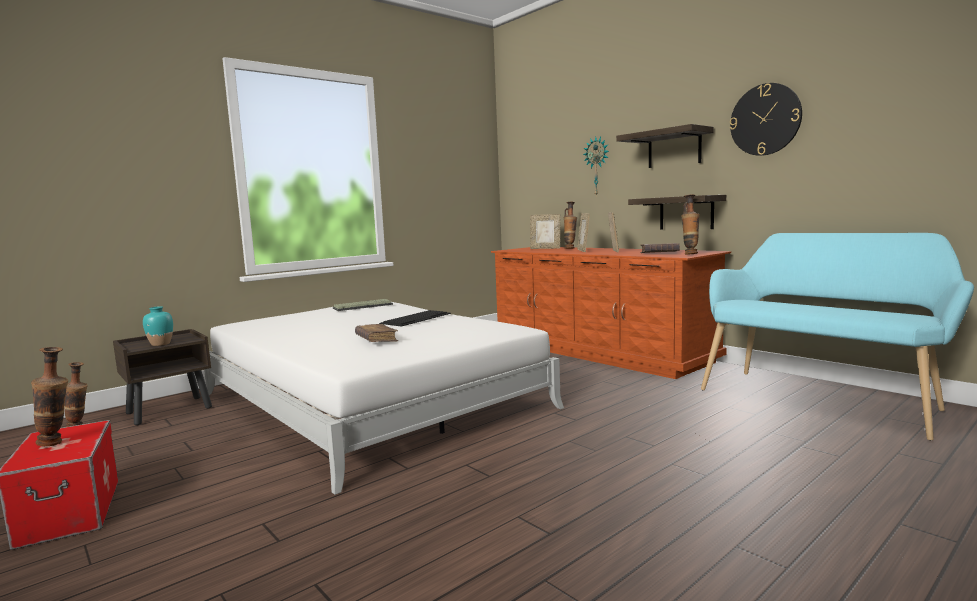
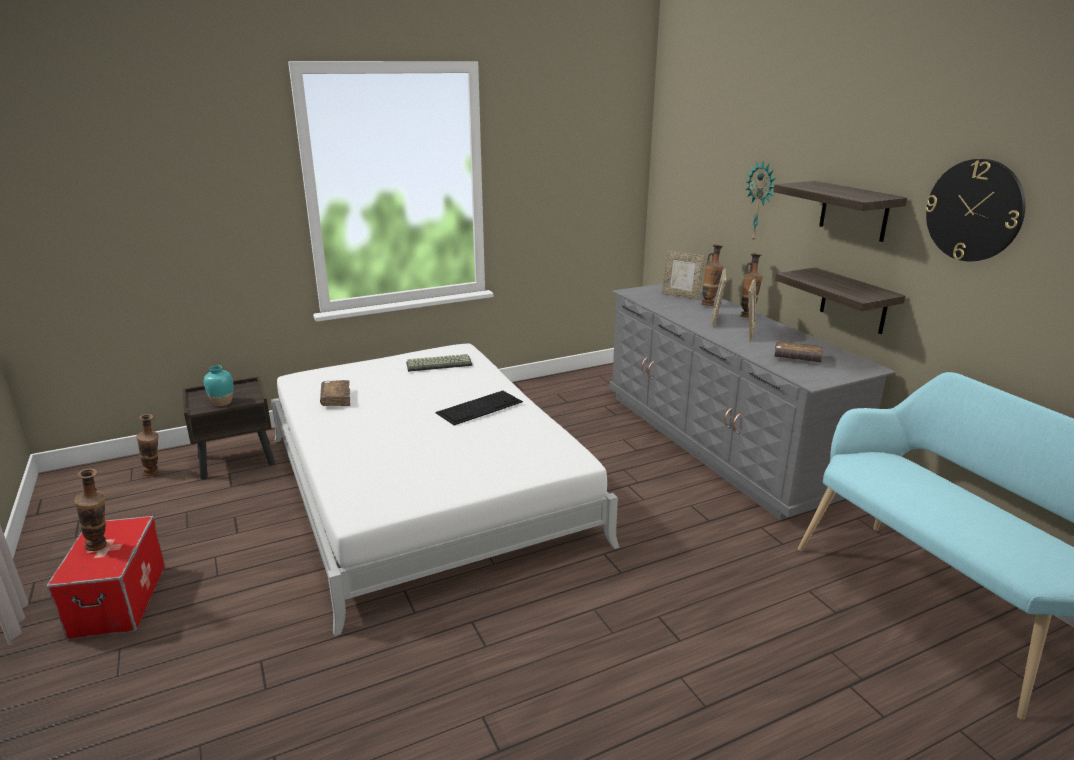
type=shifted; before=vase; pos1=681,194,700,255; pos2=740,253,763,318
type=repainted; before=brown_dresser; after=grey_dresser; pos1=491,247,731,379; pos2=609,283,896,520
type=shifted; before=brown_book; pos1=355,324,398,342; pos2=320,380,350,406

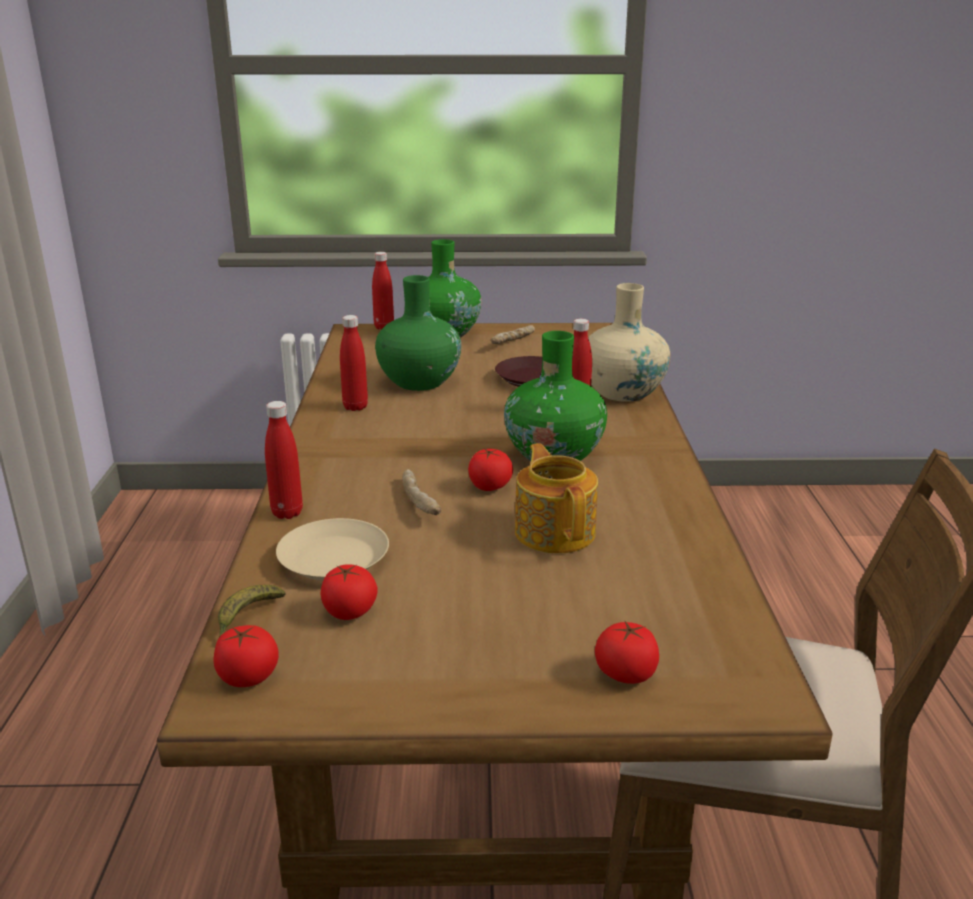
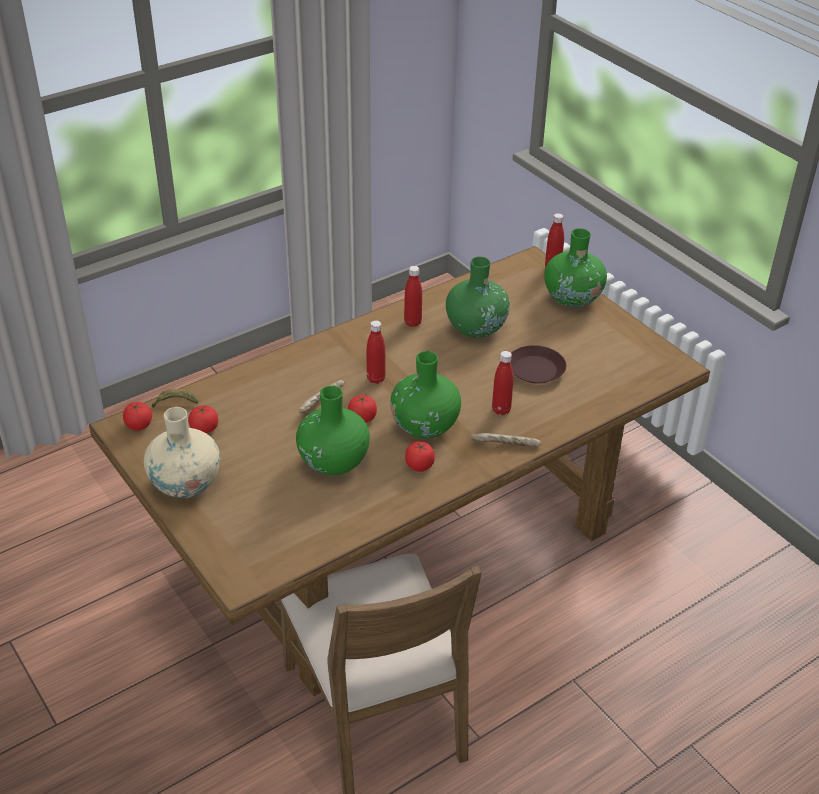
type=shifted; before=beige_vase; pos1=588,283,671,402; pos2=144,407,220,498
type=shifted; before=bread; pos1=491,325,535,344; pos2=470,433,541,446
type=shifted; before=red_bottle; pos1=265,401,303,519; pos2=367,320,386,384
type=swapped; before=teapot; after=green_vase; pos1=515,443,598,554; pos2=296,386,370,475
type=gone; before=beige_plate; pos1=276,518,389,581
type=shifted; before=tomato; pos1=595,621,659,684; pos2=405,441,435,472

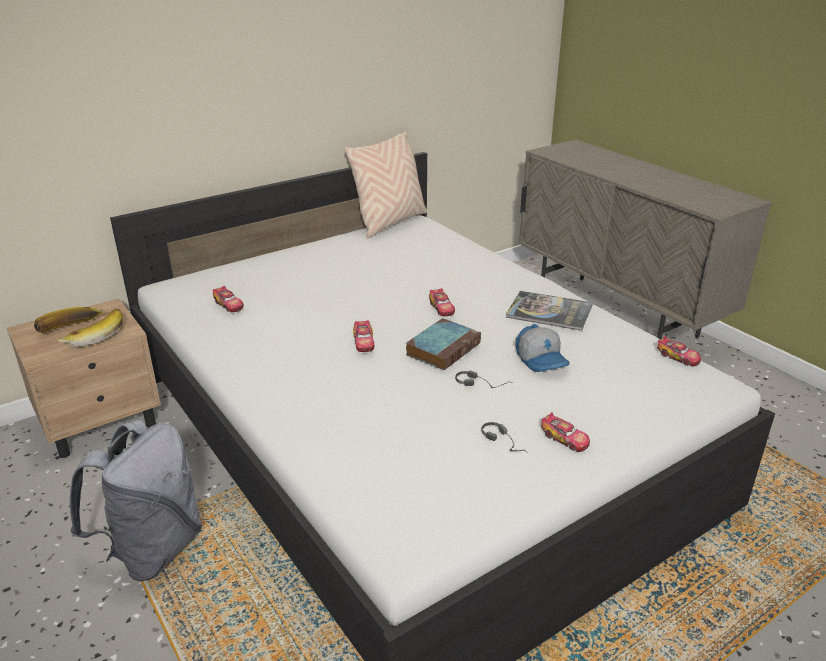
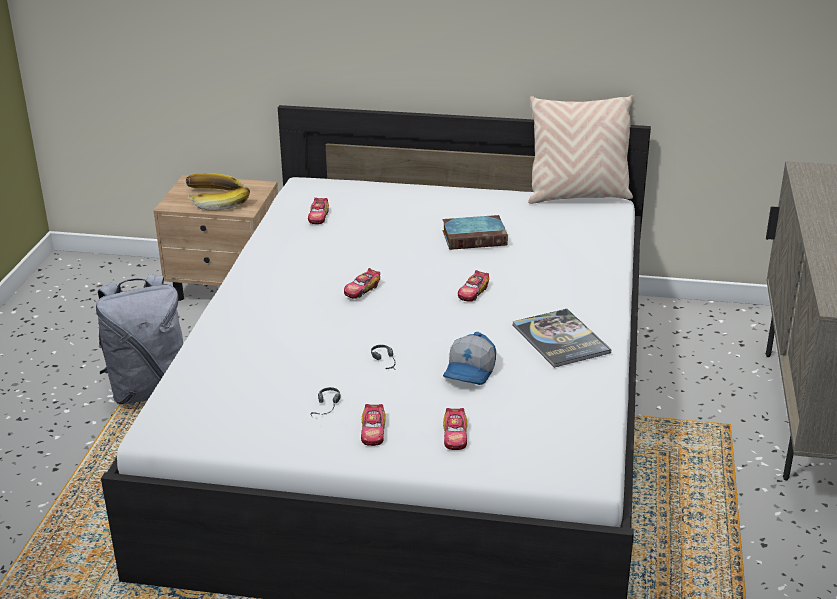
type=shifted; before=book; pos1=406,318,481,370; pos2=442,215,508,250
type=shifted; before=toy_car; pos1=657,336,701,367; pos2=443,408,467,450

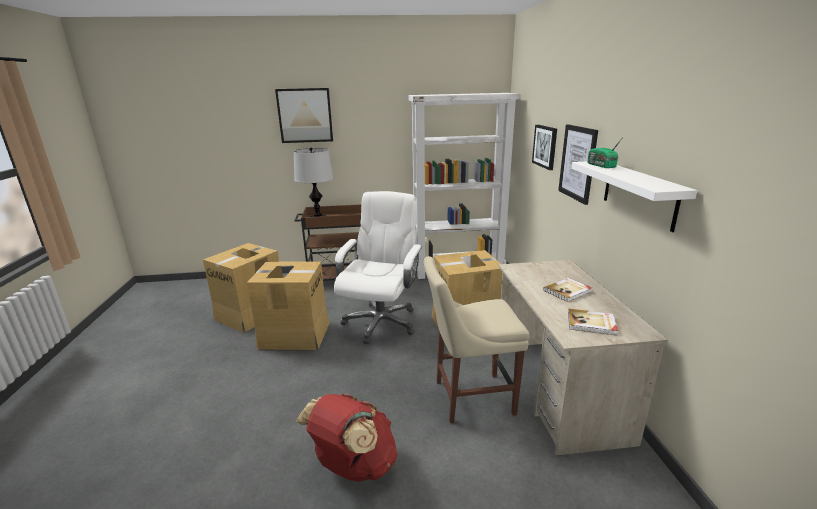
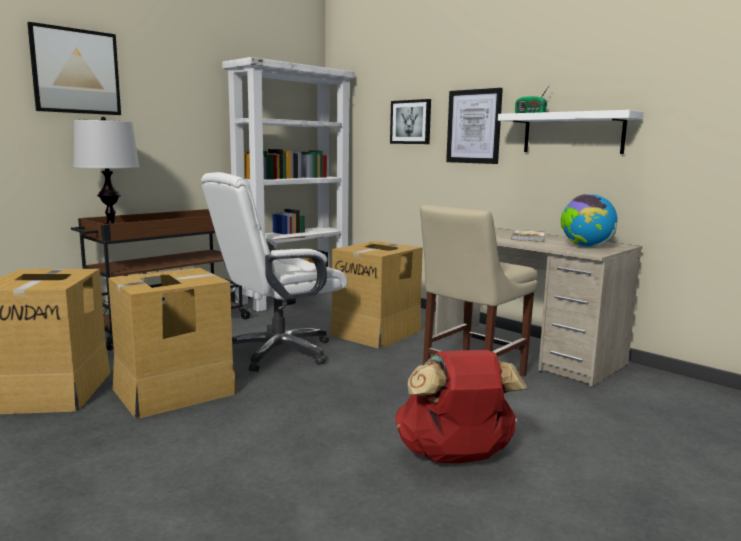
type=rotated; before=white_office_chair; pos1=334,191,422,344; pos2=201,172,348,372; turn=-105
type=swapped; before=book; after=globe; pos1=568,309,618,336; pos2=560,194,617,248

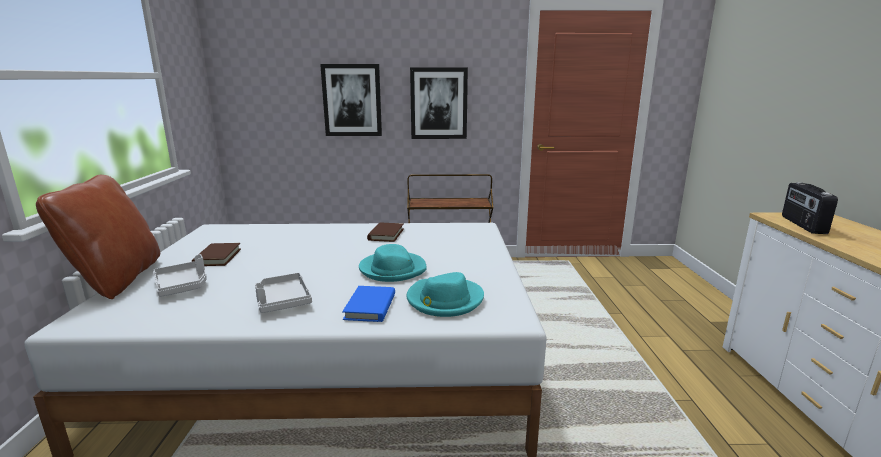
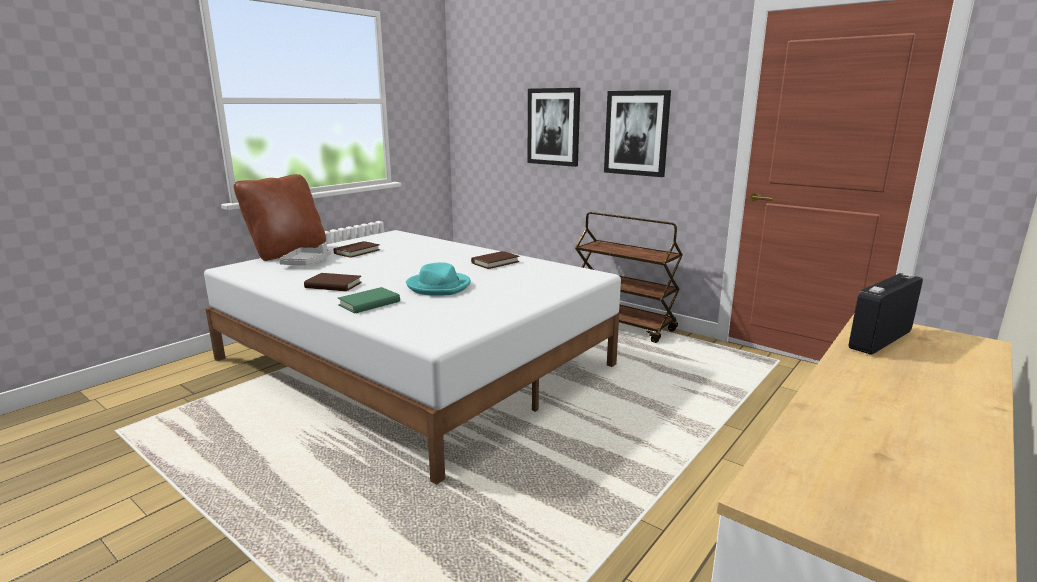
type=gone; before=turquoise_hat; pos1=406,272,484,317
type=swapped; before=grey_tray; after=brown_book; pos1=255,273,312,313; pos2=304,273,362,291
type=repainted; before=blue_book; after=green_book; pos1=342,286,395,322; pos2=338,287,400,313

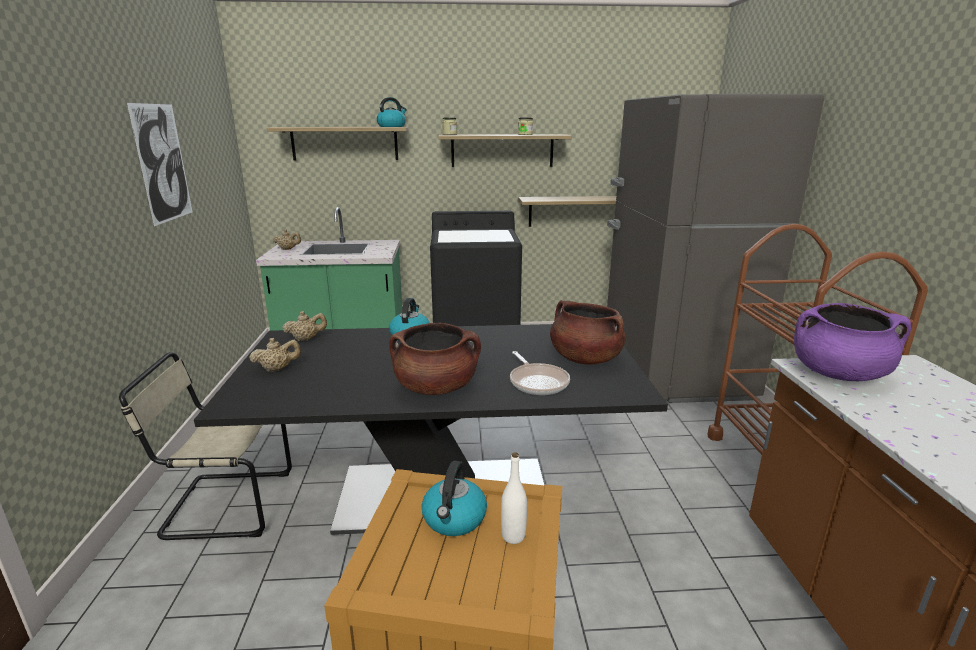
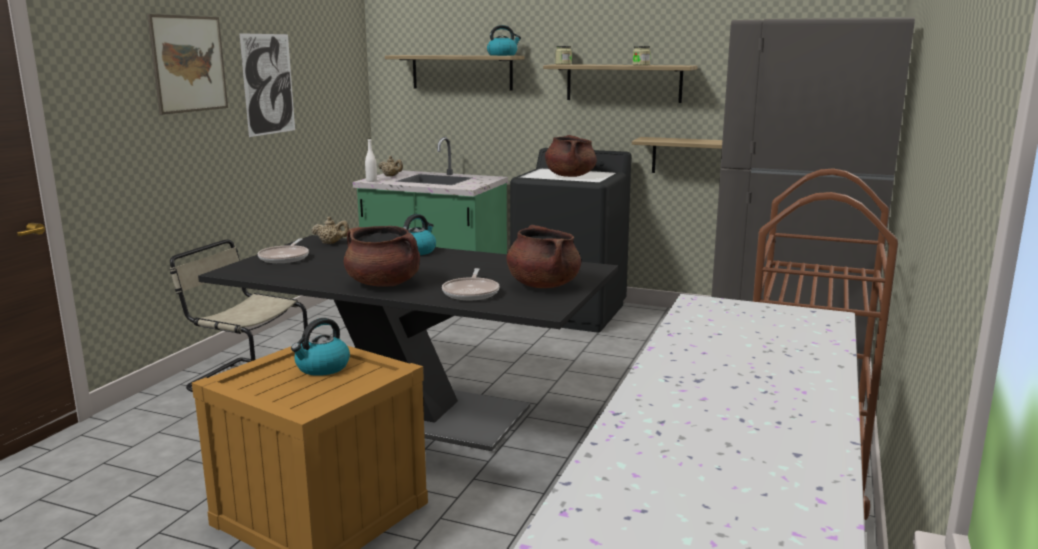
type=gone; before=purple_cooking_pot; pos1=794,303,911,381
type=swapped; before=beige_teapot; after=frying_pan; pos1=249,338,301,372; pos2=258,238,309,263
type=shifted; before=white_bottle; pos1=501,452,527,544; pos2=365,138,377,182
type=new; after=picture; pos2=147,14,228,115
type=new; after=brown_cooking_pot; pos2=545,135,597,177

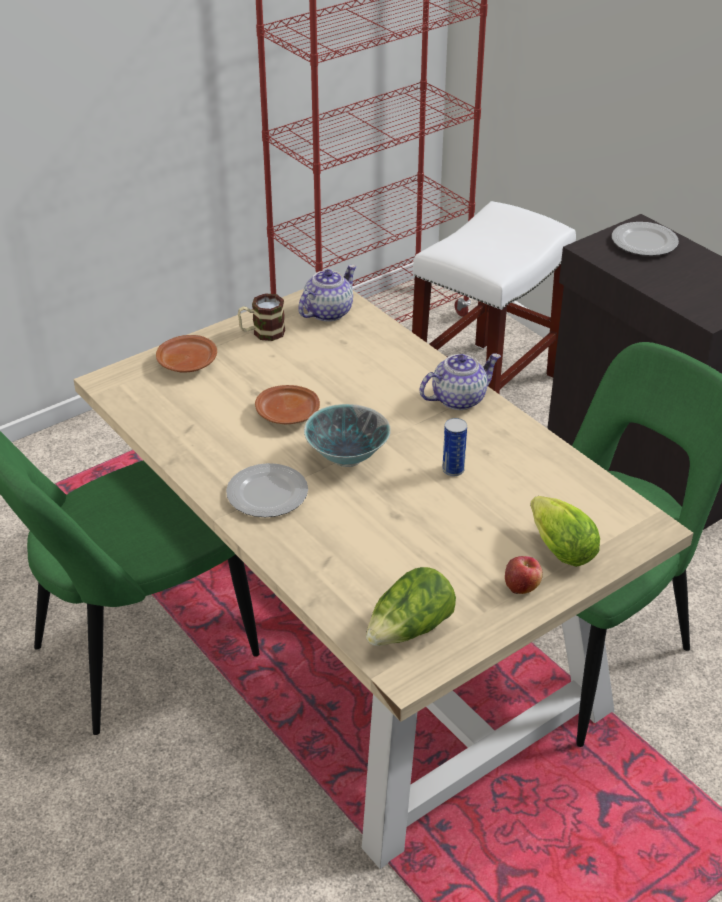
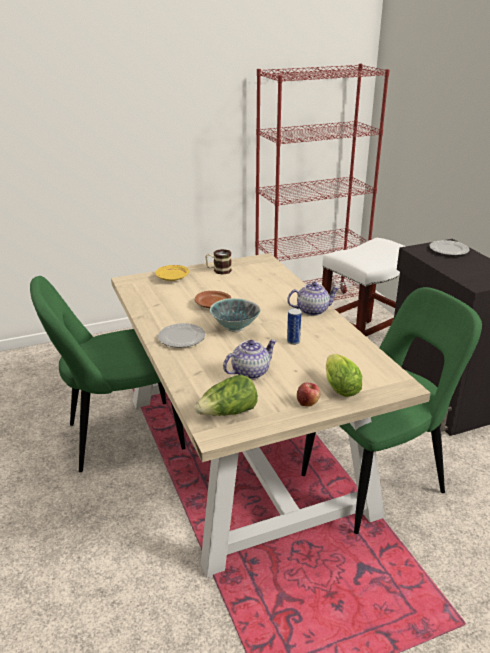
type=shifted; before=teapot; pos1=298,265,356,322; pos2=223,339,277,380
type=repainted; before=brown_plate; after=yellow_plate; pos1=156,335,217,373; pos2=155,265,189,281

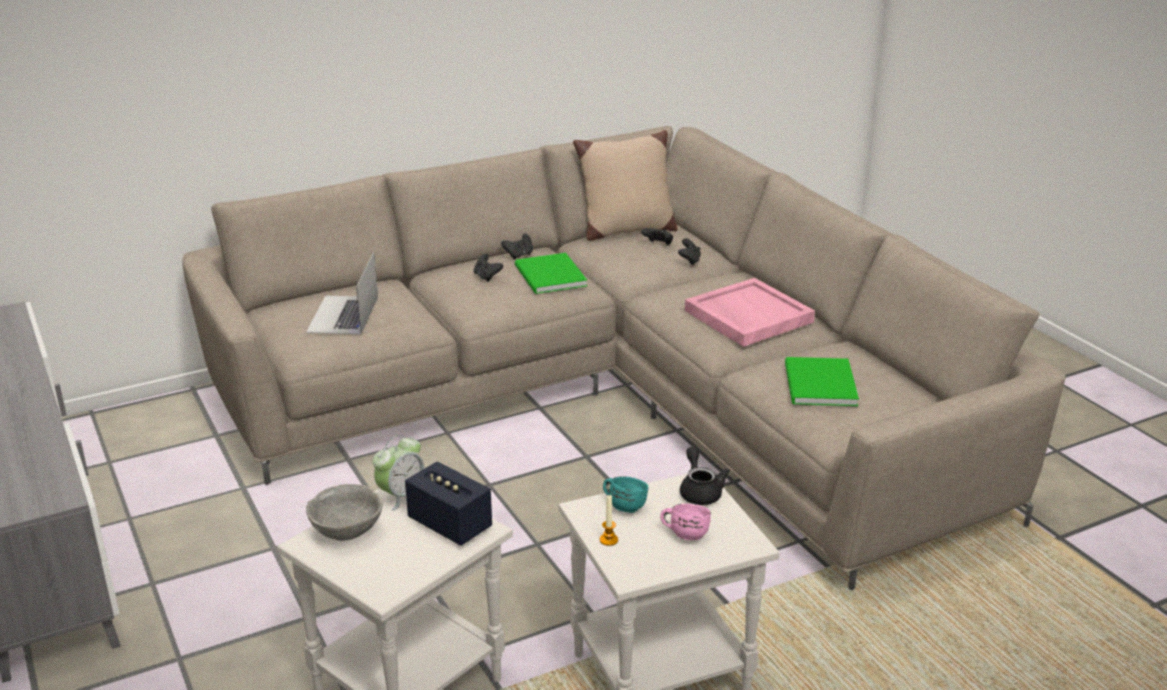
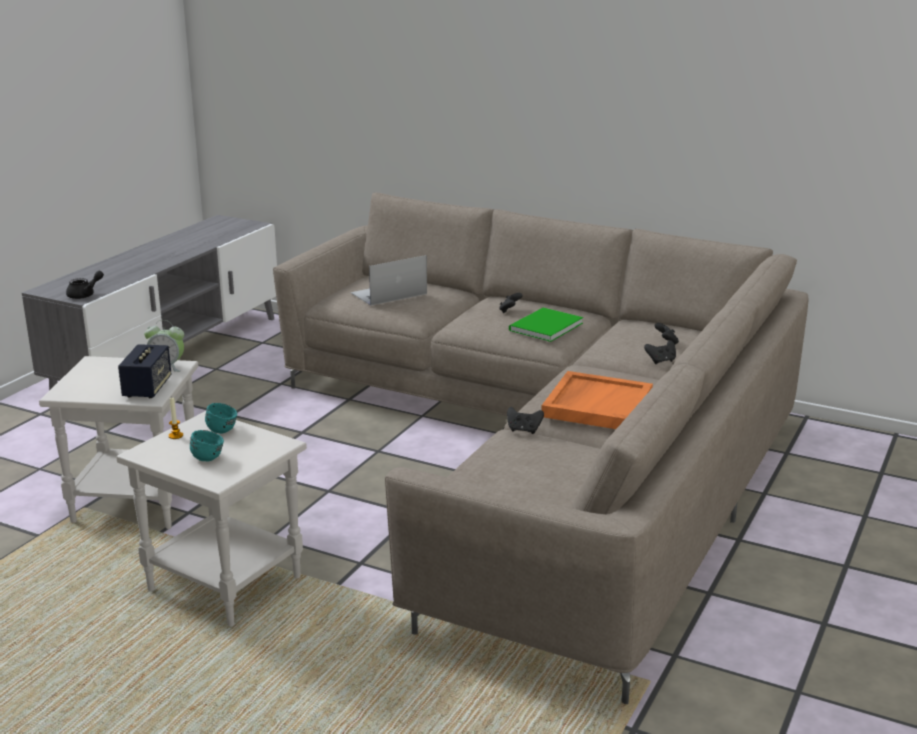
type=gone; before=beige_pillow; pos1=573,130,678,241
type=shifted; before=black_game_controller; pos1=501,234,533,260; pos2=507,407,544,434
type=repainted; before=pink_tray; after=orange_tray; pos1=685,278,815,347; pos2=541,371,653,429
type=gone; before=green_book; pos1=785,357,859,406
type=shifted; before=black_teapot; pos1=680,447,730,505; pos2=66,271,104,299
type=gone; before=grey_bowl; pos1=306,484,383,541
type=repainted; before=pink_mug; after=turquoise_mug; pos1=660,503,711,540; pos2=190,430,224,462

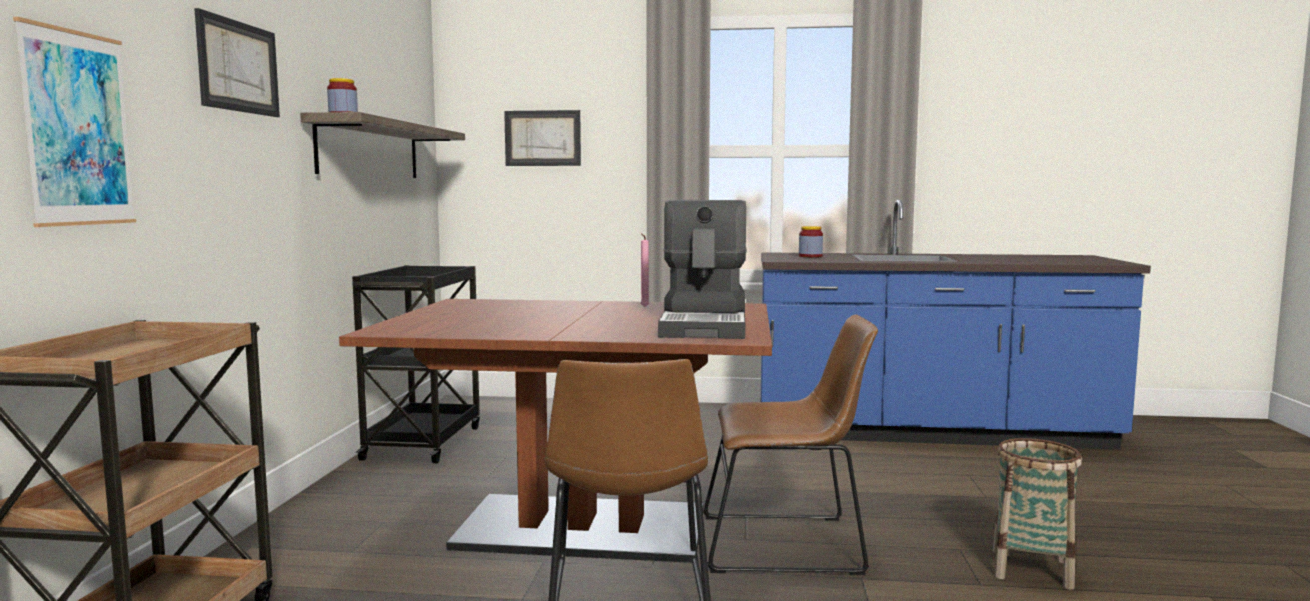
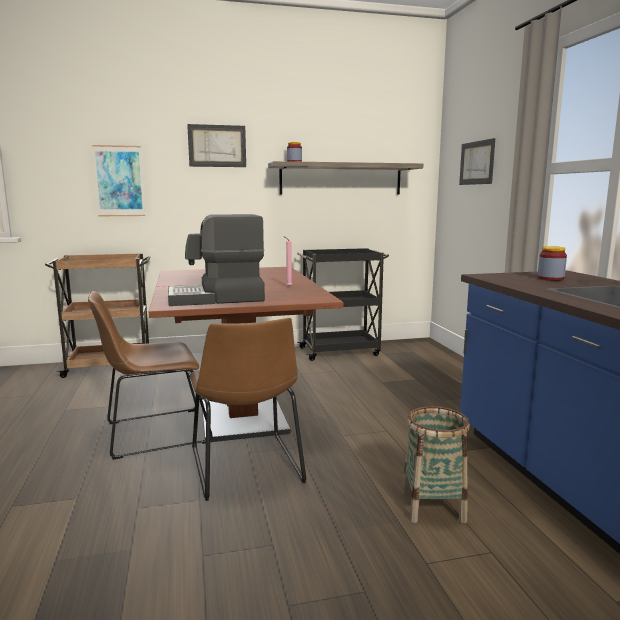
type=shifted; before=basket; pos1=993,438,1082,590; pos2=402,406,470,523

